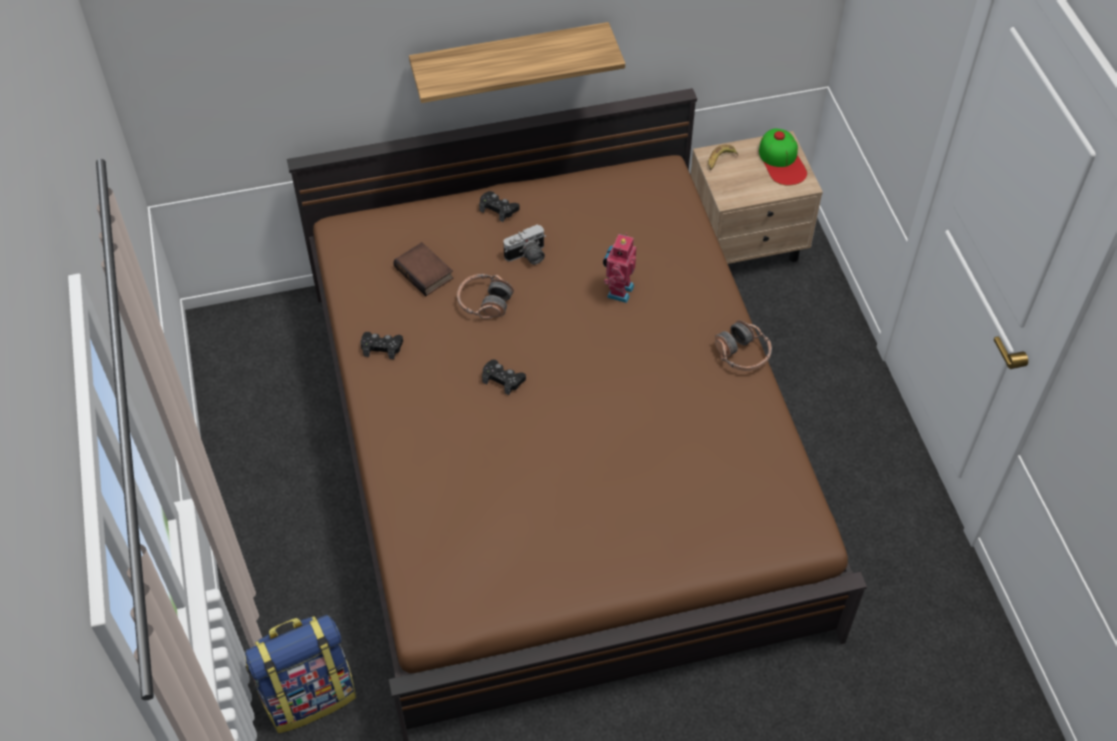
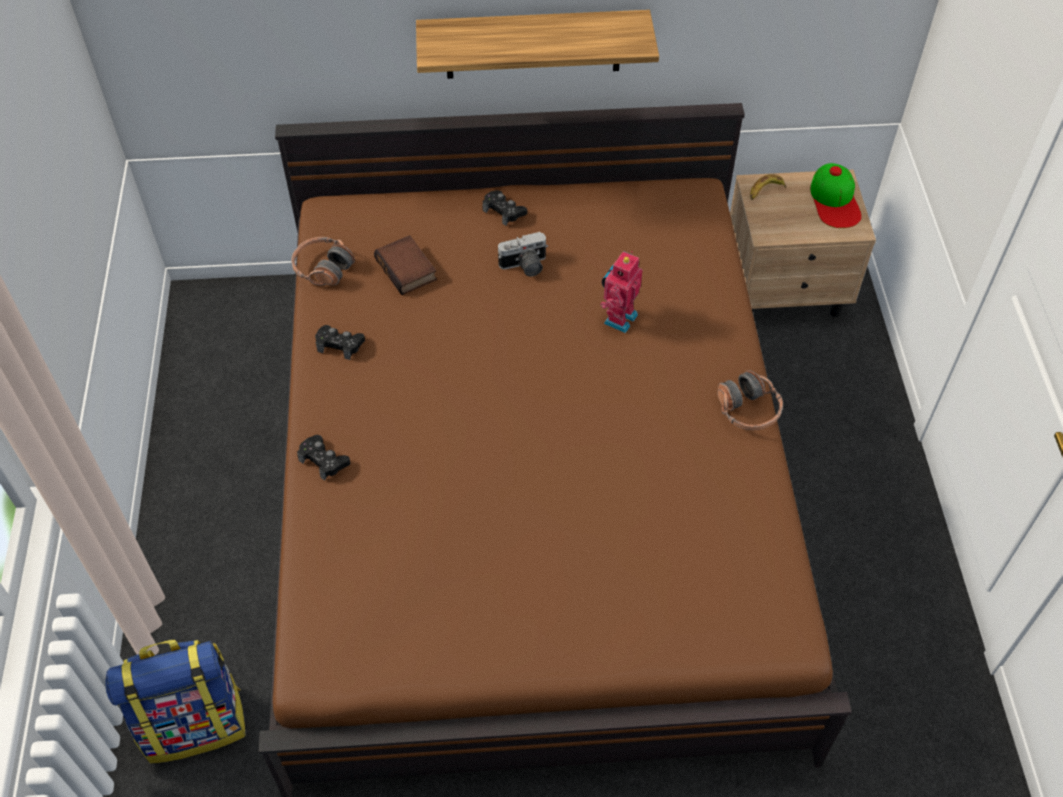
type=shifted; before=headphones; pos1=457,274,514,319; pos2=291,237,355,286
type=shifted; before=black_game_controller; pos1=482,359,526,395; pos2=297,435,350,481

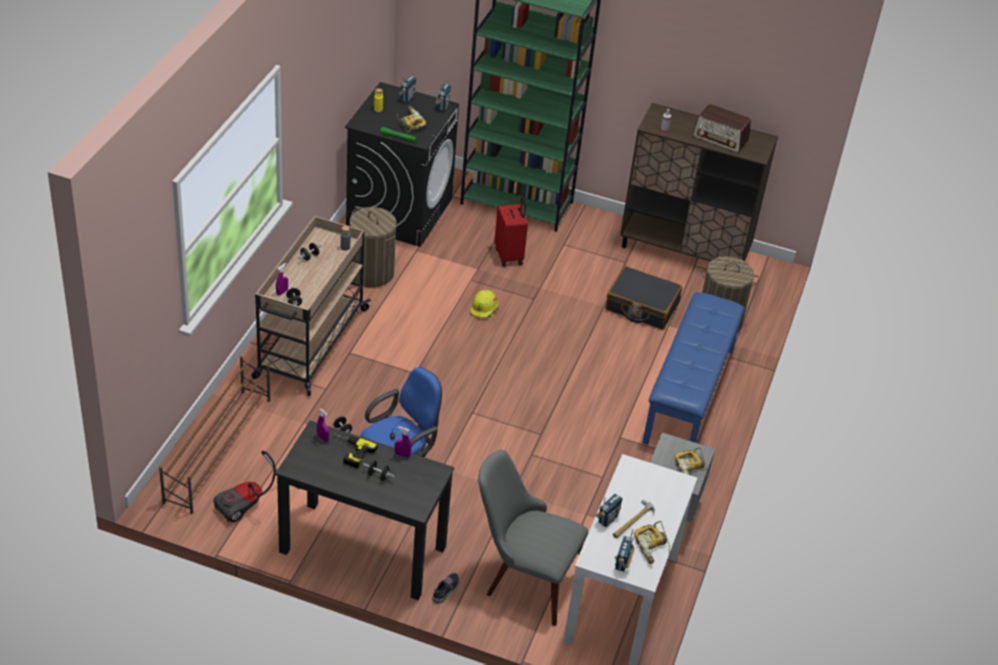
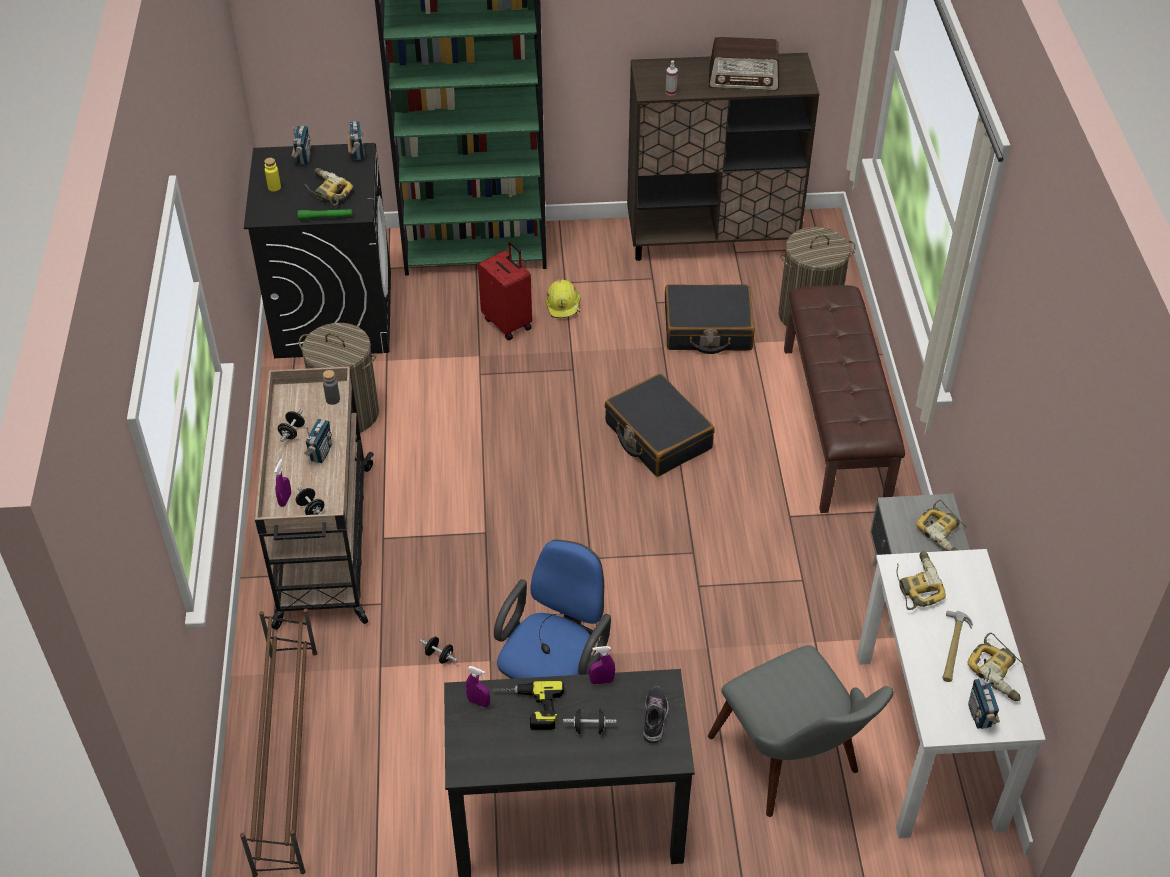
type=shifted; before=yellow_hard_hat; pos1=470,289,498,318; pos2=546,279,580,318
type=repainted; before=blue_bench; after=brown_bench; pos1=642,292,745,445; pos2=784,285,905,513
type=rotated; before=grey_chair; pos1=478,450,588,626; pos2=708,645,894,817; turn=-120
type=gone; before=vacuum_cleaner; pos1=213,451,300,523
type=shifted; before=radio; pos1=596,494,623,527; pos2=304,419,332,463
type=shifted; before=shoe; pos1=432,573,459,603; pos2=644,686,669,743
type=new; after=black_suitcase; pos2=605,374,715,477
type=new; after=power_drill; pos2=896,551,946,610

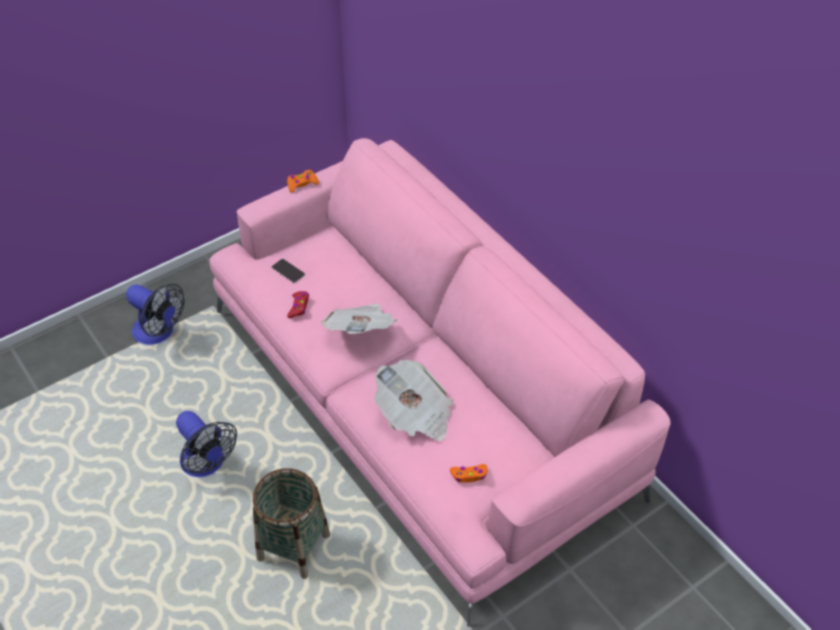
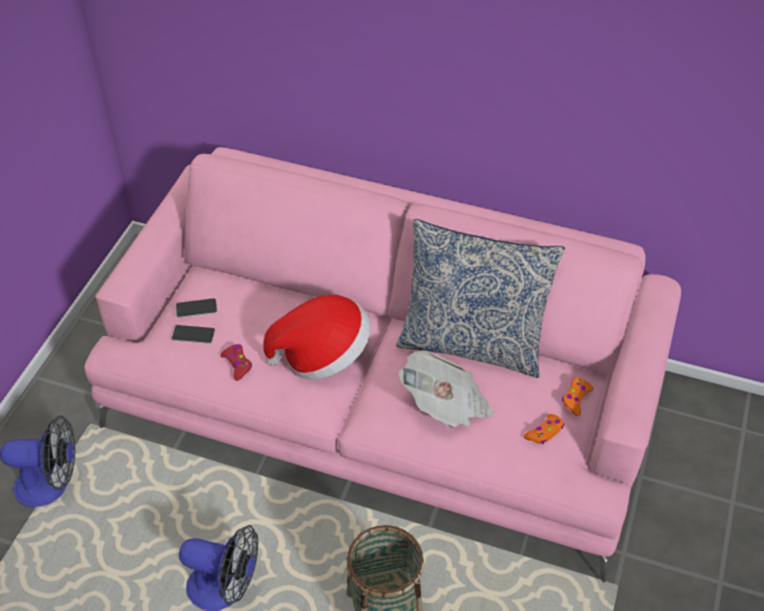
type=shifted; before=orange_game_controller; pos1=287,170,319,193; pos2=562,378,594,416
type=swapped; before=newspaper; after=hat; pos1=322,304,397,334; pos2=263,295,371,379
type=new; after=pillow; pos2=396,219,565,378
type=new; after=phone; pos2=176,298,217,318

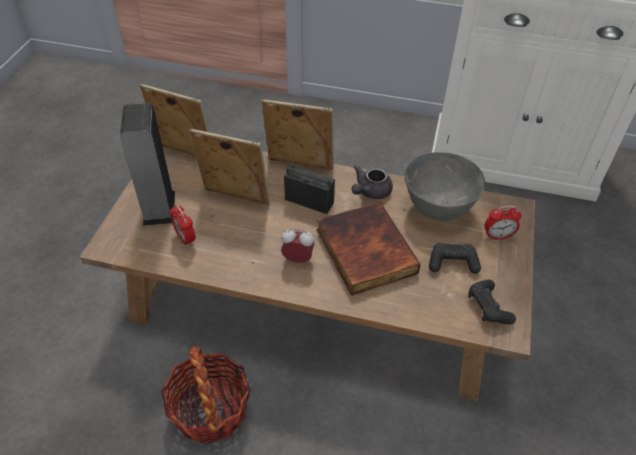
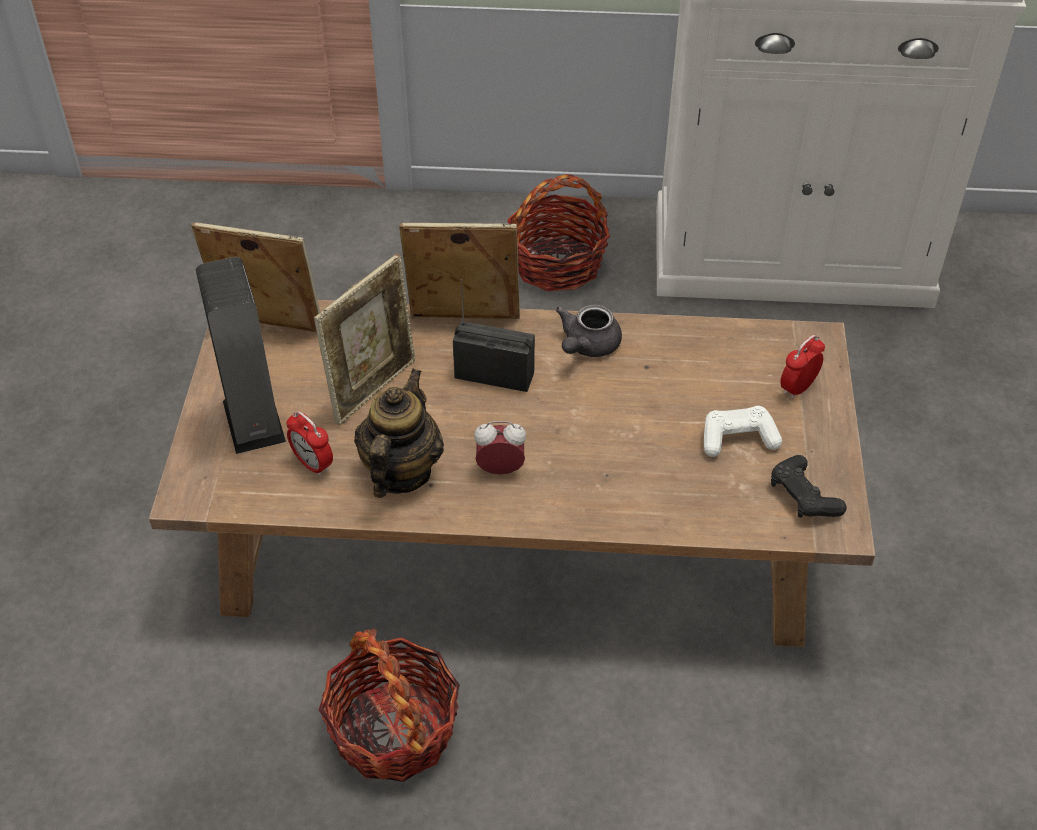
type=rotated; before=picture_frame; pos1=189,129,270,205; pos2=314,254,415,425; turn=120
type=gone; before=grey_bowl; pos1=404,152,485,221
type=gone; before=book; pos1=316,202,421,295
type=rotated; before=alarm_clock; pos1=485,205,521,240; pos2=780,335,825,399; turn=150
type=repainted; before=black_game_controller; after=white_game_controller; pos1=429,243,481,274; pos2=704,406,782,457
type=new; after=basket; pos2=507,174,610,292
type=new; after=teapot; pos2=354,368,444,498

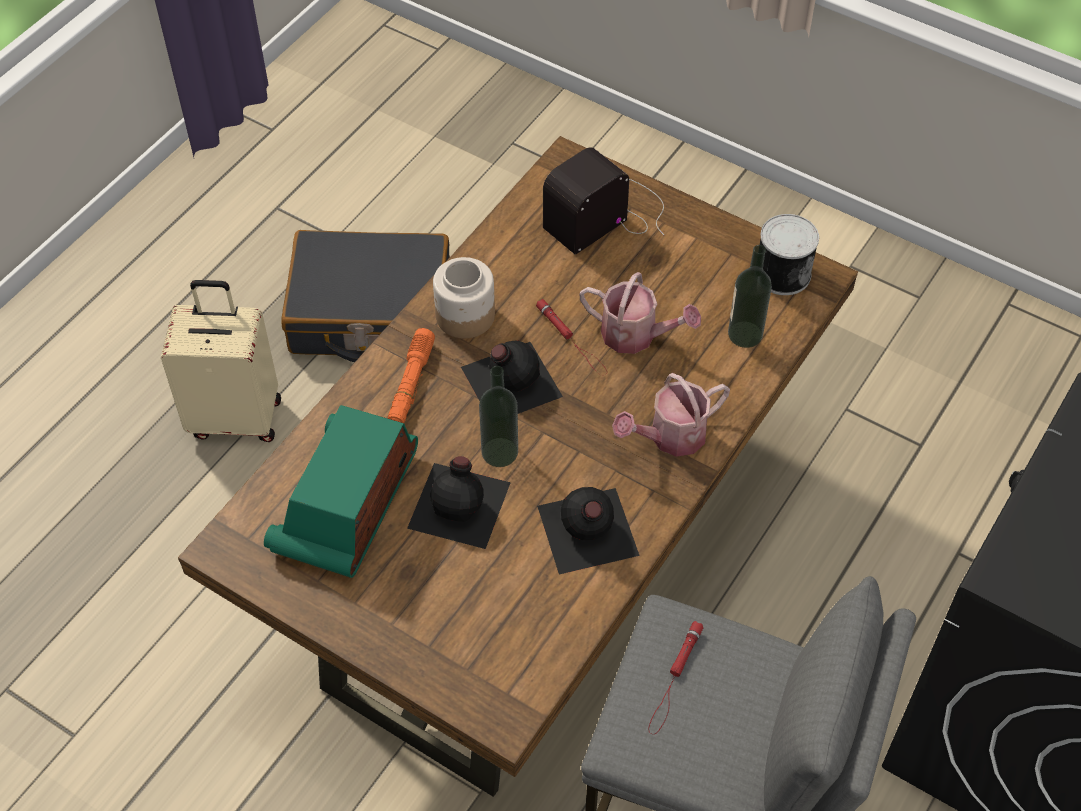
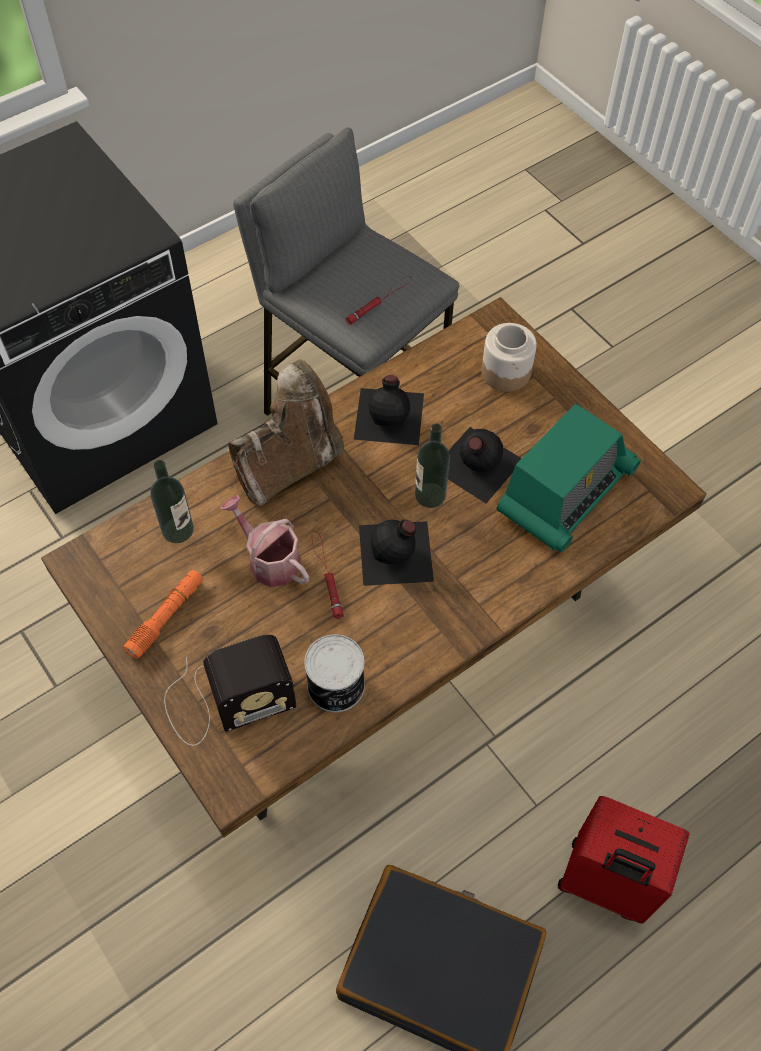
type=shifted; before=can; pos1=760,214,819,295; pos2=304,634,365,712
type=shifted; before=jar; pos1=433,257,495,338; pos2=481,323,537,392
type=repainted; before=beige_suitcase; after=red_suitcase; pos1=161,280,281,442; pos2=558,796,690,924
type=shifted; before=orange_flashlight; pos1=388,328,435,423; pos2=123,570,203,659
type=swapped; before=watering_can; after=brown_boot; pos1=612,373,730,457; pos2=228,359,344,506

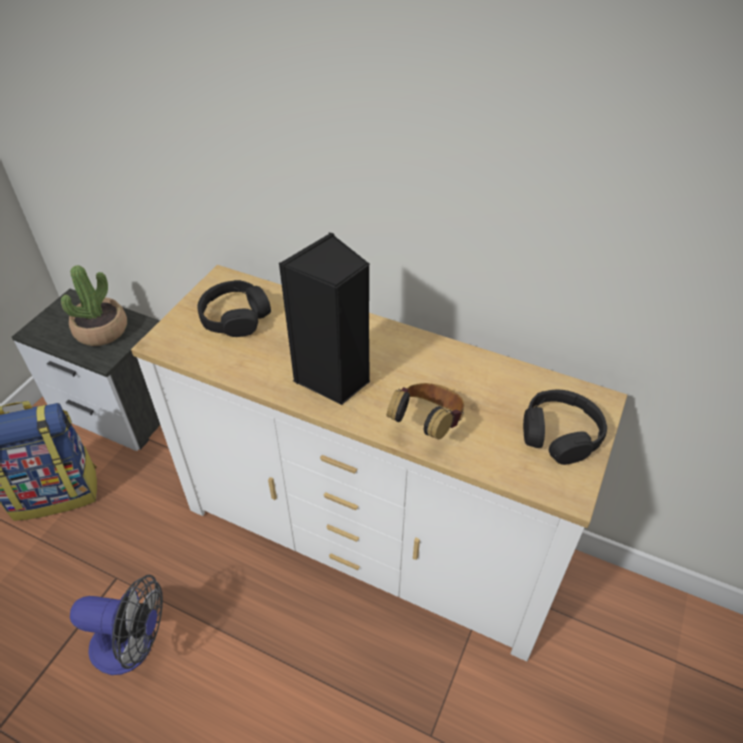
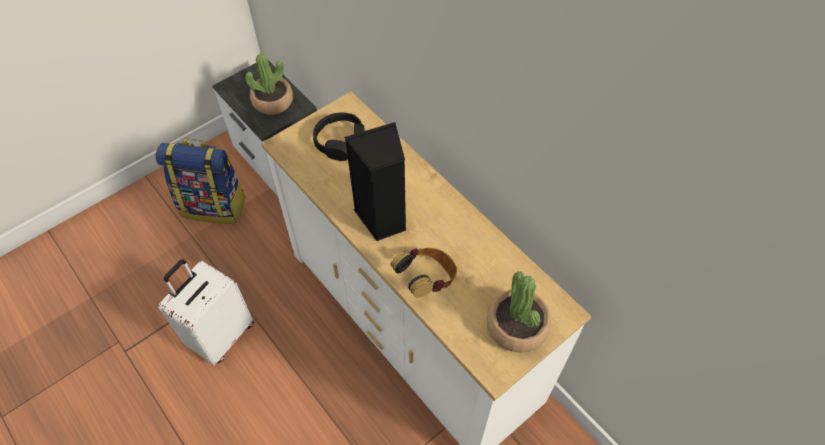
type=swapped; before=black_headphones; after=potted_plant; pos1=523,389,607,465; pos2=487,271,551,353
type=swapped; before=fan; after=white_suitcase; pos1=70,575,163,675; pos2=158,259,254,365

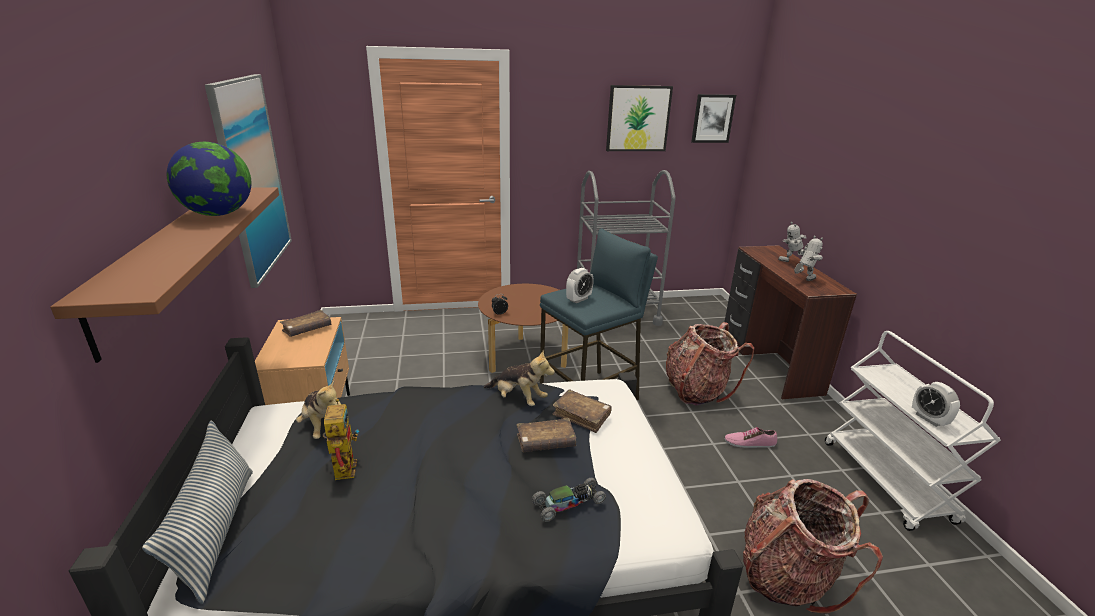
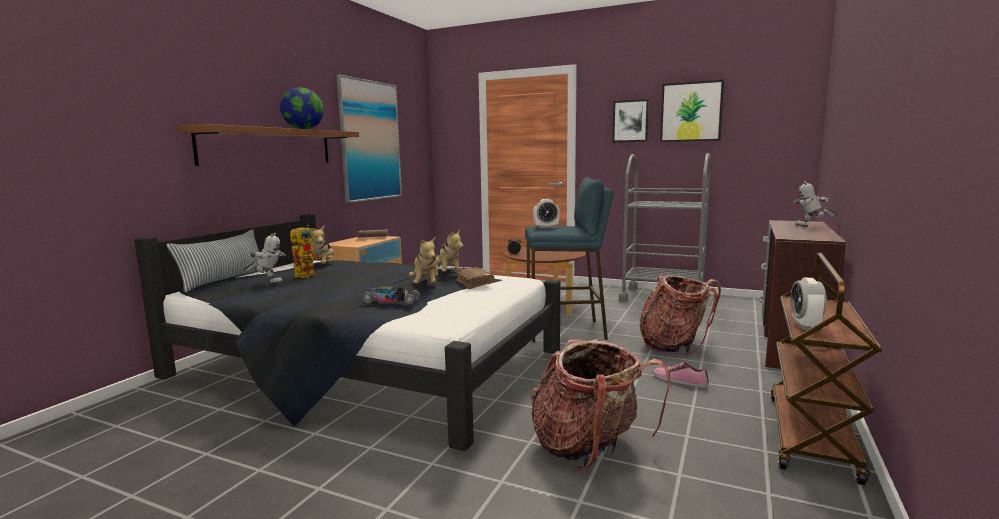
type=shifted; before=picture; pos1=691,94,736,143; pos2=612,99,649,143
type=shifted; before=toy_robot; pos1=794,236,823,281; pos2=243,233,286,284
type=repainted; before=white_cart; after=brown_cart; pos1=825,331,1001,531; pos2=771,253,882,485
type=swapped; before=brown_book; after=plush_toy; pos1=516,418,576,452; pos2=409,237,439,284

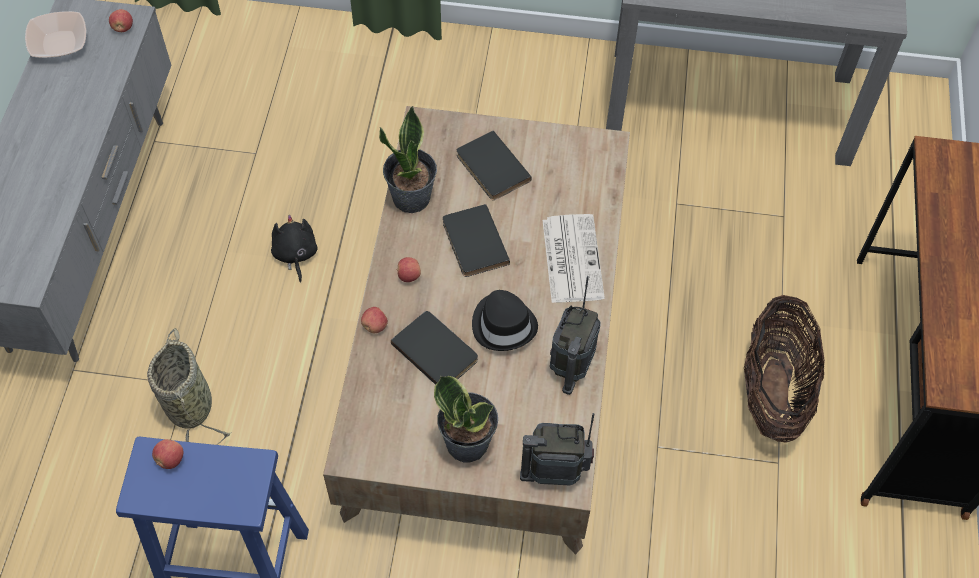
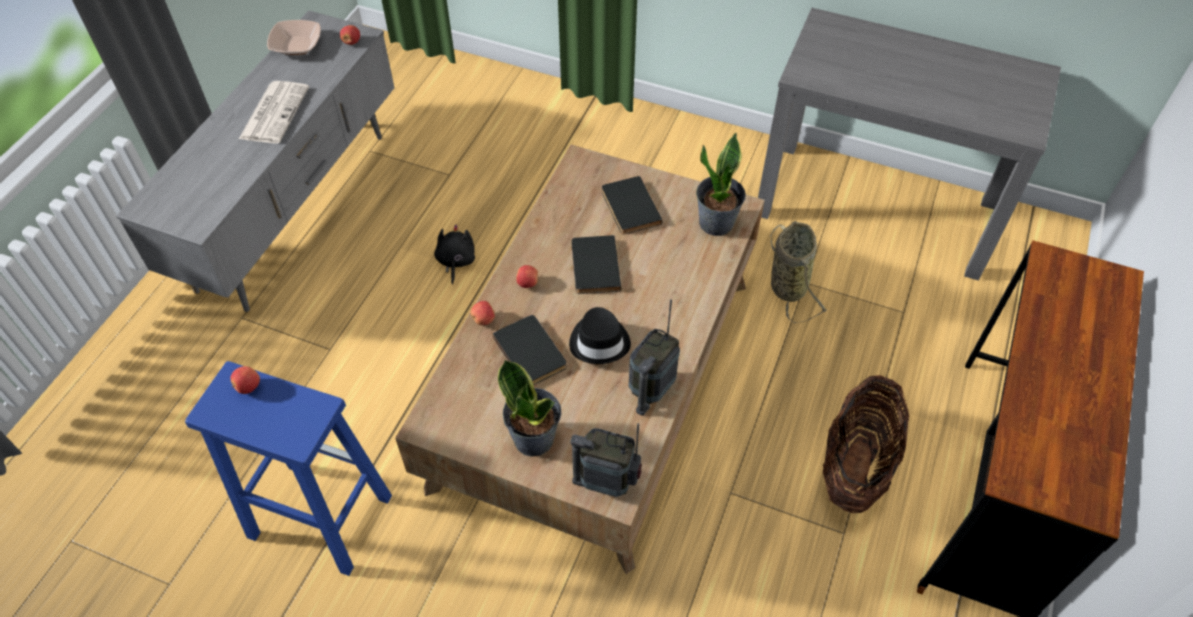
type=shifted; before=potted_plant; pos1=379,106,437,213; pos2=696,132,746,236
type=shifted; before=newspaper; pos1=543,214,605,303; pos2=239,81,309,143
type=shifted; before=basket; pos1=147,328,231,445; pos2=770,221,828,323

